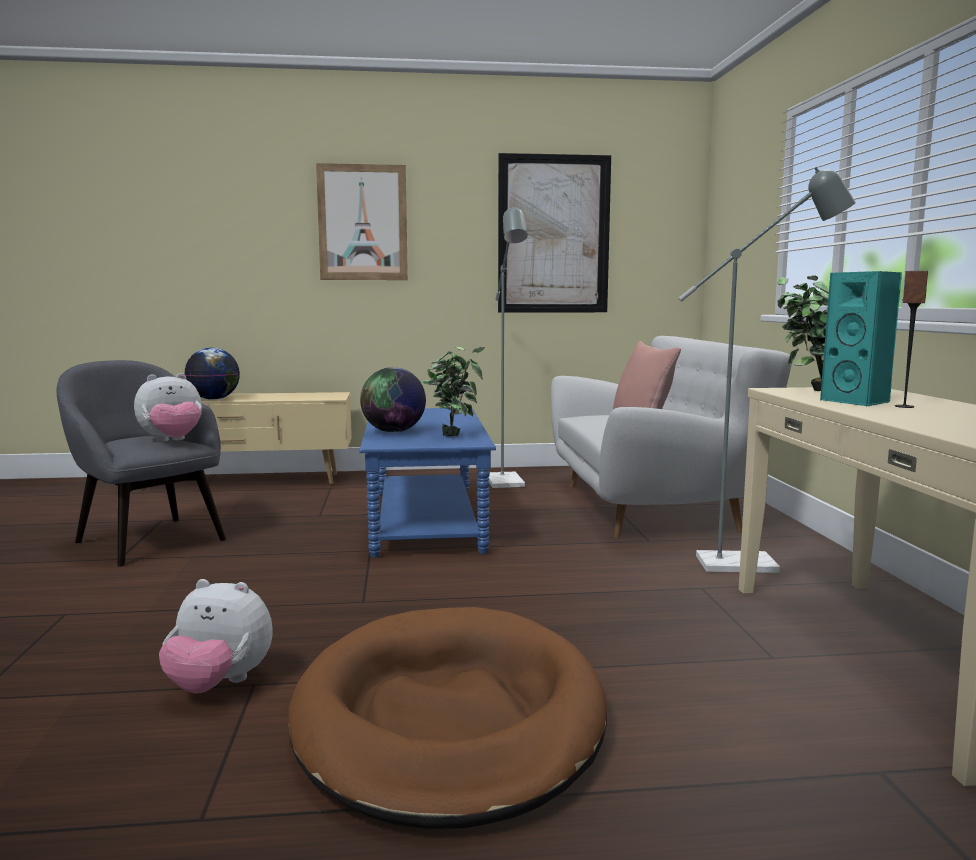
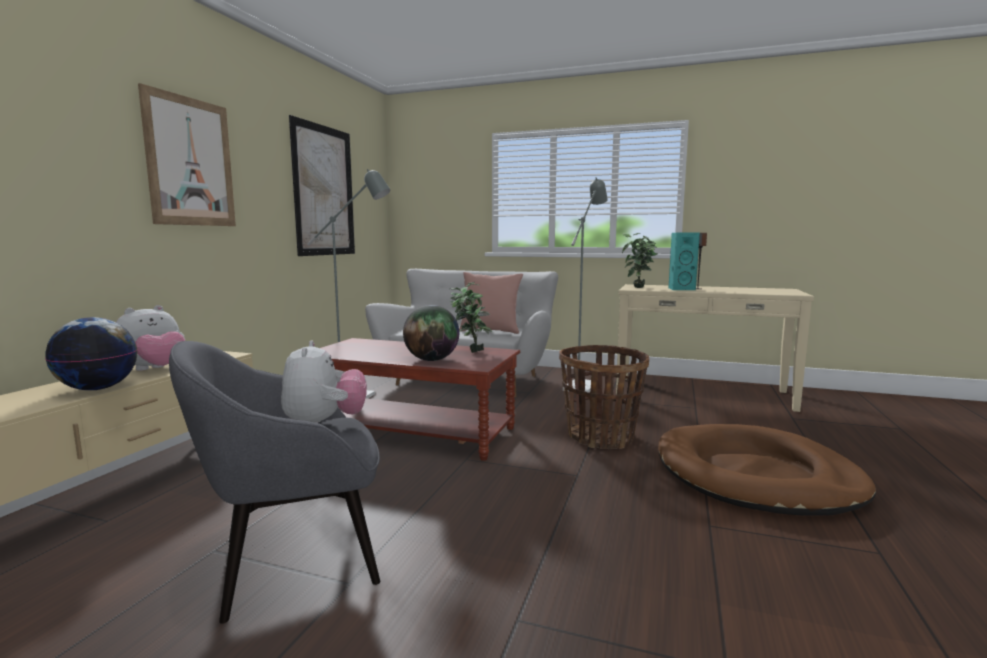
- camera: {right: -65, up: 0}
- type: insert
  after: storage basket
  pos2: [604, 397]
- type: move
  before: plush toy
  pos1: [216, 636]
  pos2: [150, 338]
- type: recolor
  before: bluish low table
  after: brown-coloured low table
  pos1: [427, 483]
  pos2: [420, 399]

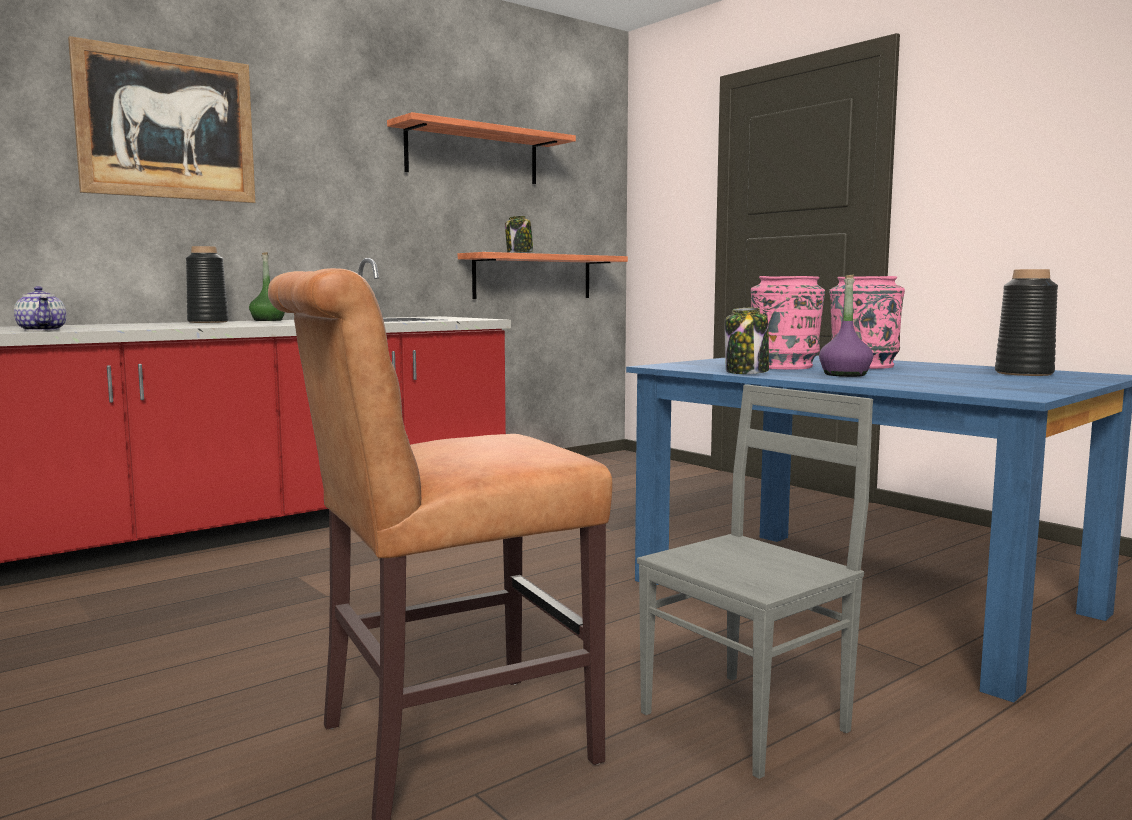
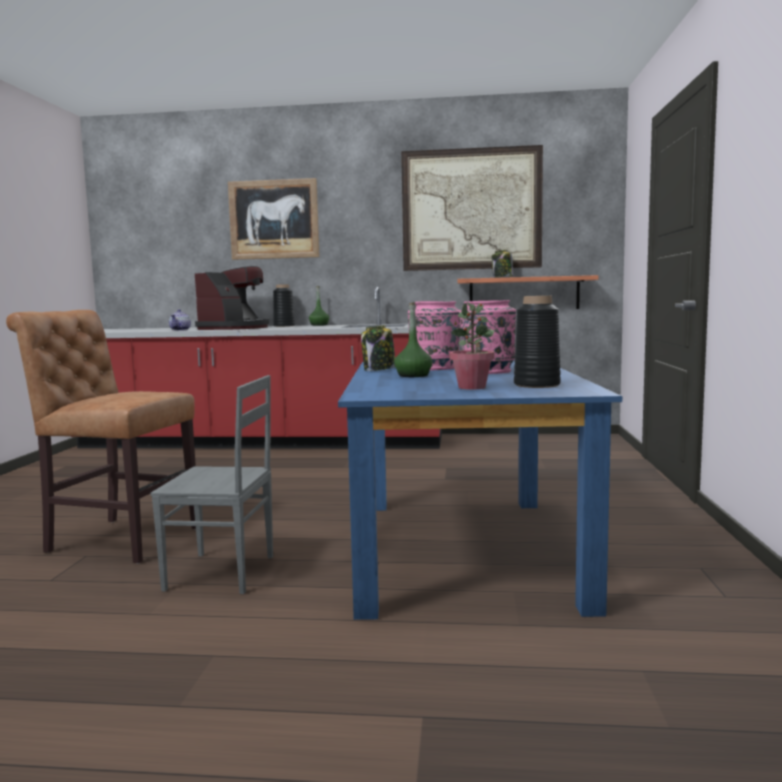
- camera: {right: 45, up: 0}
- type: insert
  after: coffee machine
  pos2: [232, 298]
- type: insert
  after: houseplant
  pos2: [472, 346]
- type: replace
  before: shelf
  after: wall art
  pos1: [481, 148]
  pos2: [472, 208]
- type: recolor
  before: purplish bottle
  after: green-coloured bottle
  pos1: [846, 326]
  pos2: [413, 339]

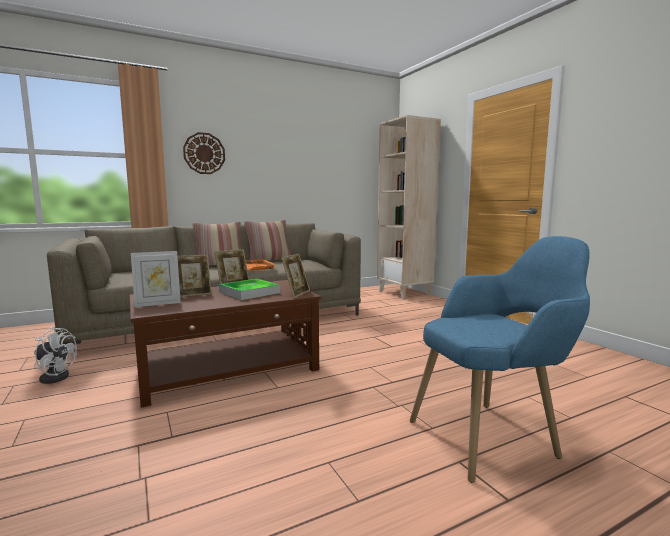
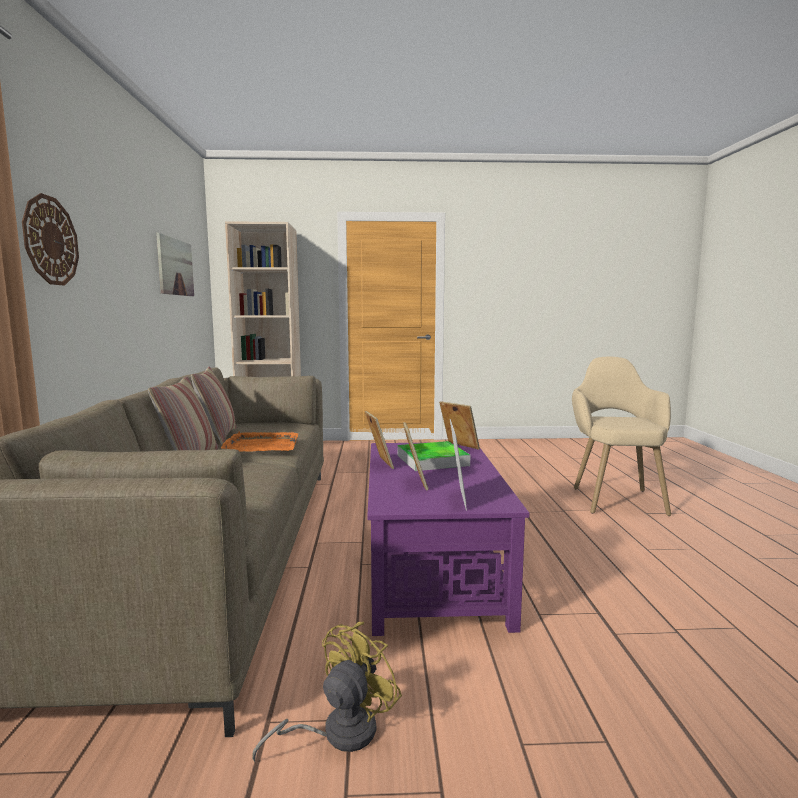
- camera: {right: -65, up: 0}
- type: insert
  after: wall art
  pos2: [175, 264]
- type: recolor
  before: white-coloured fan
  after: yellow fan
  pos1: [55, 355]
  pos2: [327, 692]
- type: recolor
  before: brown-coloured low table
  after: purplish low table
  pos1: [225, 344]
  pos2: [448, 539]
- type: recolor
  before: bluish easy chair
  after: beige easy chair
  pos1: [500, 359]
  pos2: [621, 436]

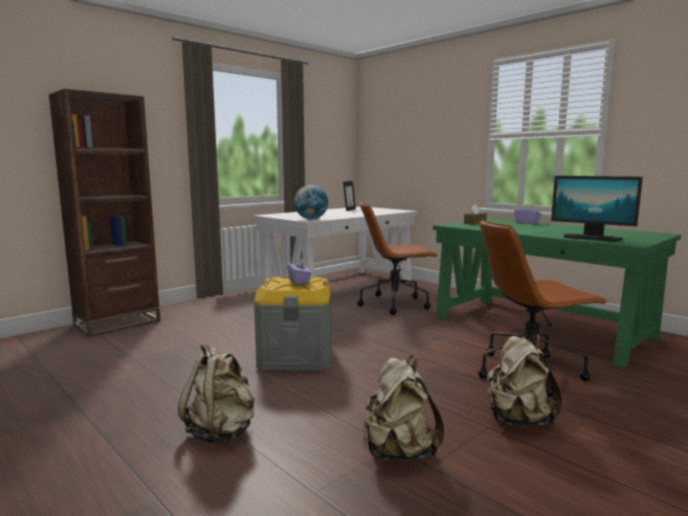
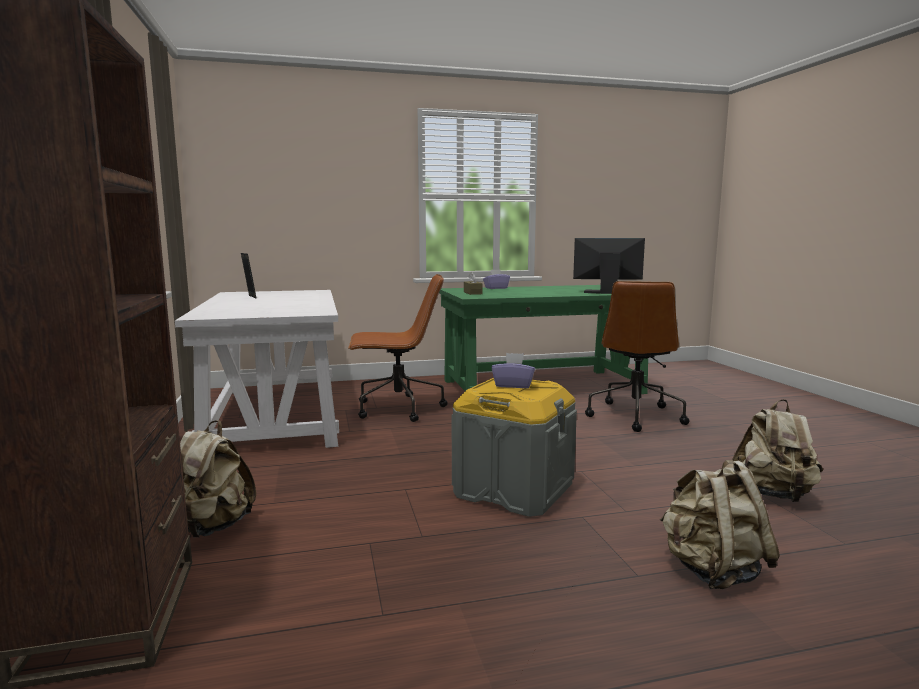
- camera: {right: -60, up: 0}
- type: delete
  before: desk globe
  pos1: [311, 202]
- type: move
  before: beige rucksack
  pos1: [524, 380]
  pos2: [218, 479]
- type: rotate
  before: brown-coloured desk chair
  pos1: [397, 258]
  pos2: [398, 348]
  turn: -120
- type: rotate
  before: computer display
  pos1: [597, 209]
  pos2: [609, 266]
  turn: -150

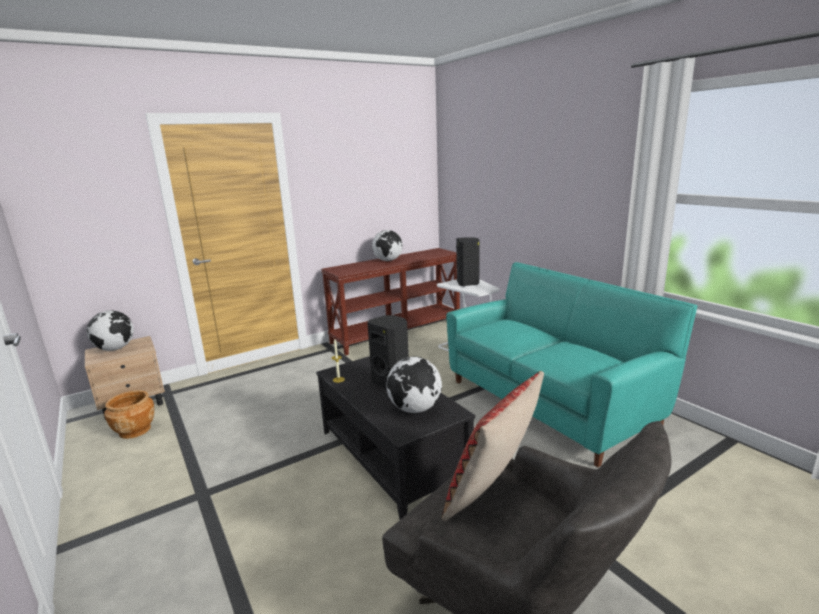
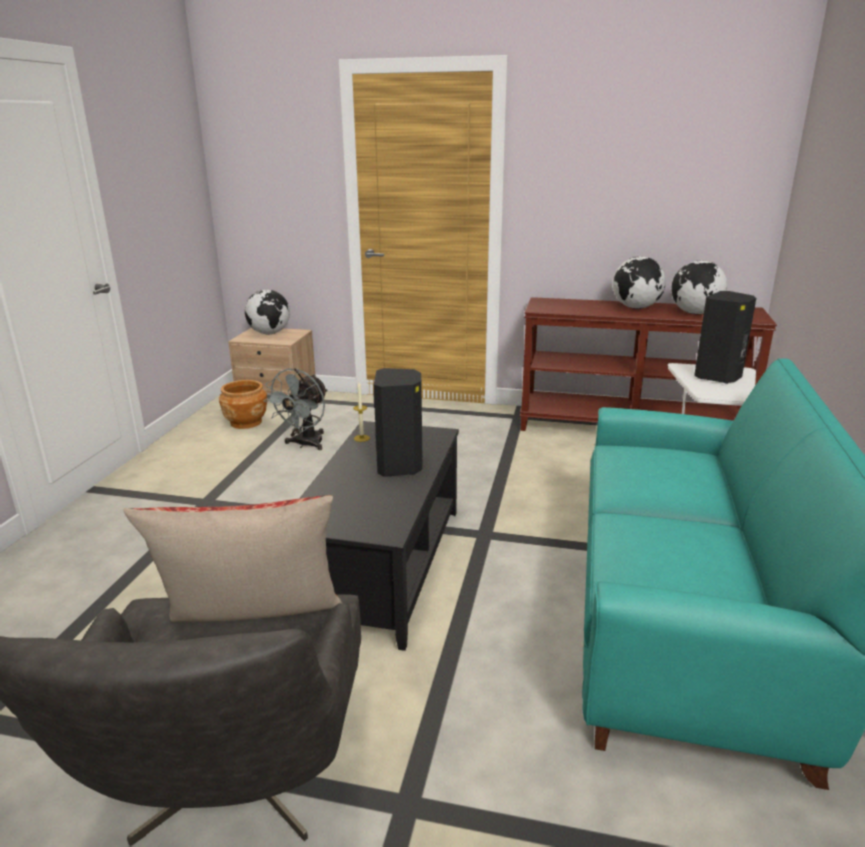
- camera: {right: 45, up: 5}
- type: insert
  after: grey fan
  pos2: [296, 409]
- type: move
  before: desk globe
  pos1: [414, 385]
  pos2: [699, 287]

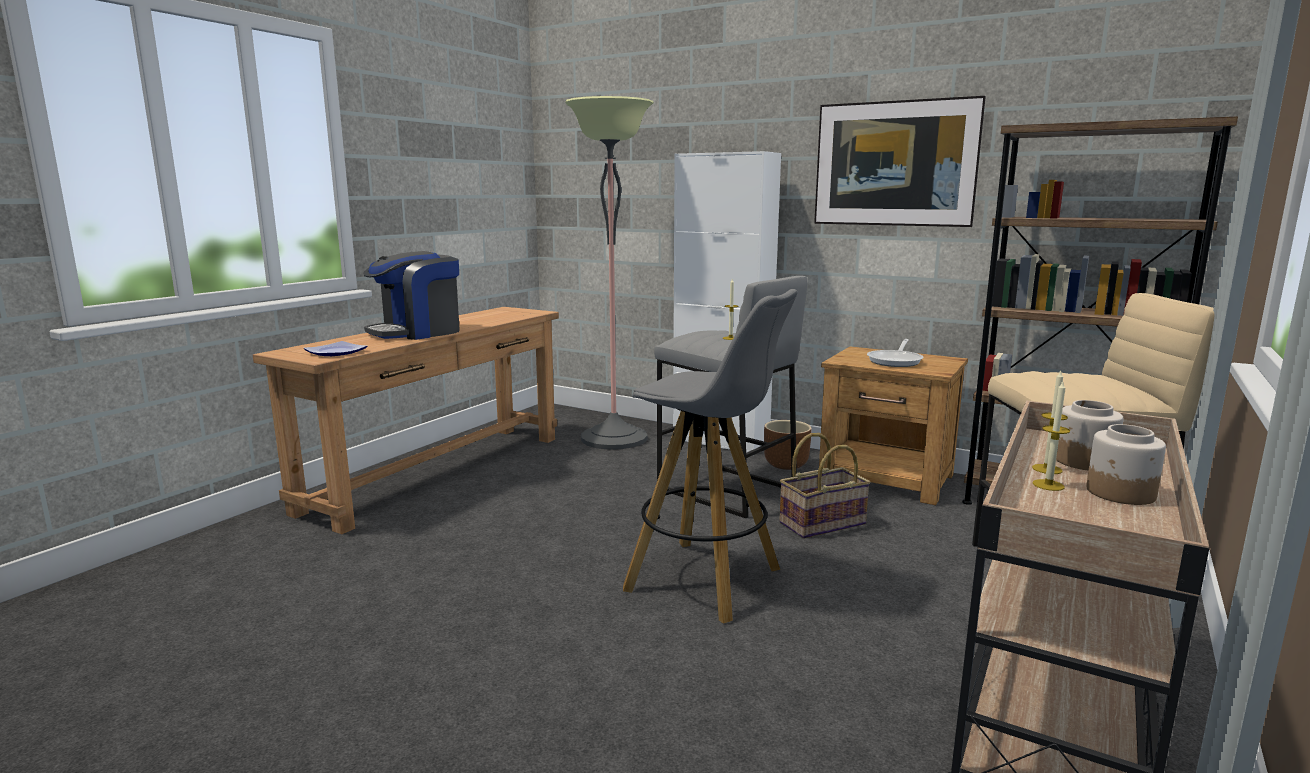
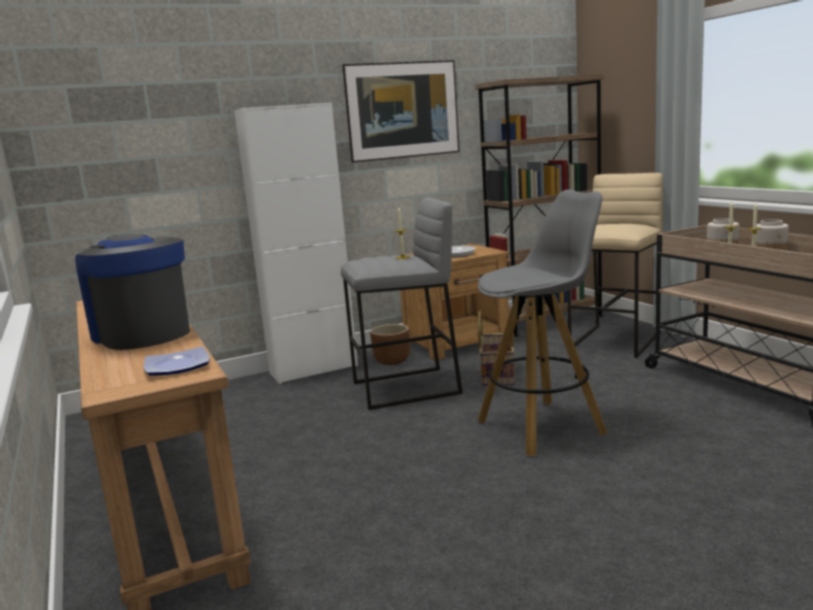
- camera: {right: -55, up: 0}
- type: delete
  before: standard lamp
  pos1: [610, 273]
- type: rotate
  before: coffee machine
  pos1: [411, 295]
  pos2: [132, 292]
  turn: 150

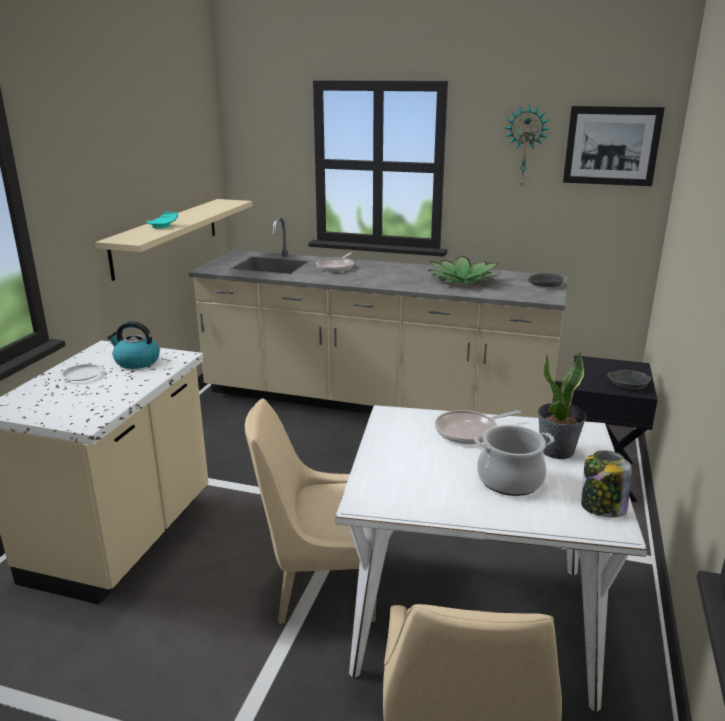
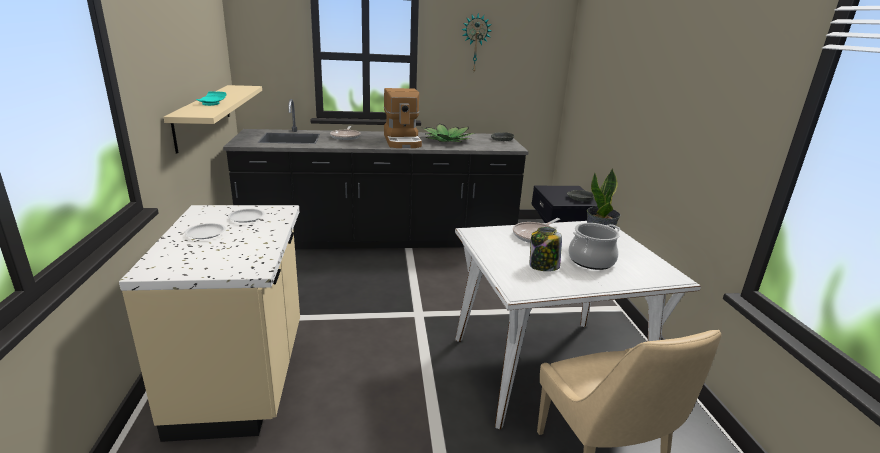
- camera: {right: -25, up: 0}
- type: delete
  before: beige upright chair
  pos1: [310, 511]
- type: delete
  before: wall art
  pos1: [614, 146]
- type: insert
  after: coffee machine
  pos2: [403, 118]
- type: move
  before: preserve jar
  pos1: [606, 484]
  pos2: [545, 249]
- type: replace
  before: kettle
  after: white-coloured plate
  pos1: [133, 345]
  pos2: [246, 216]
- type: recolor
  before: beige kitchen base unit
  after: blackish kitchen base unit
  pos1: [378, 317]
  pos2: [376, 174]

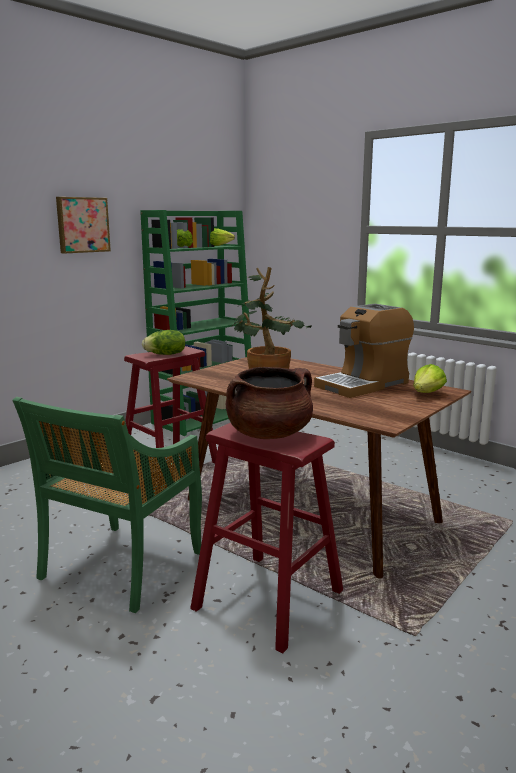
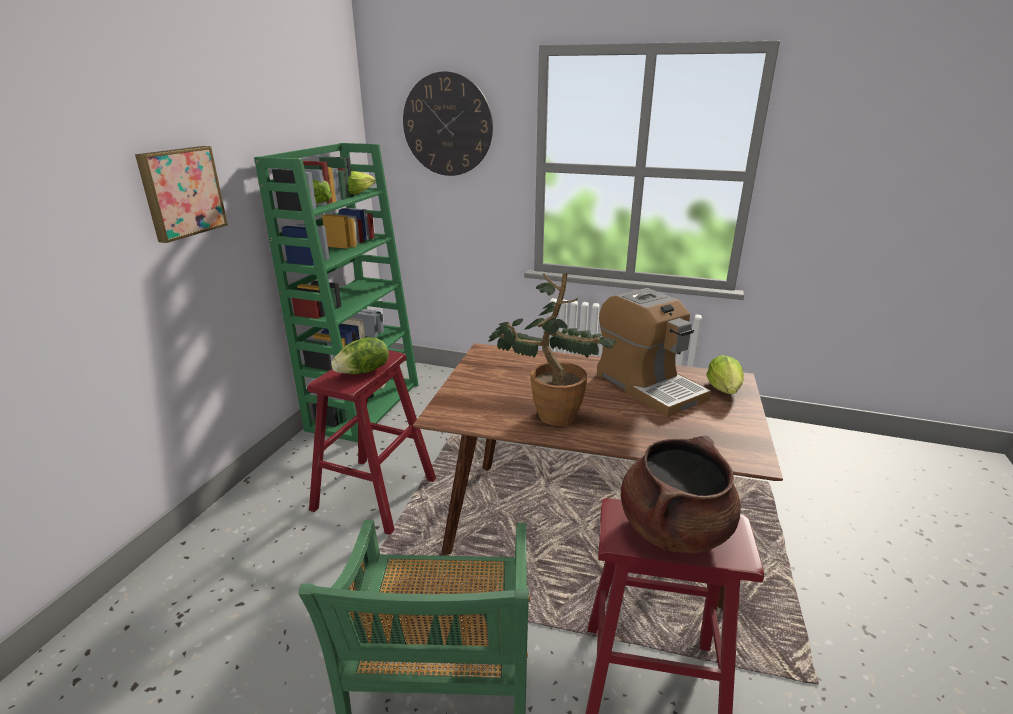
- camera: {right: -25, up: 10}
- type: insert
  after: hanging clock
  pos2: [448, 124]
- type: rotate
  before: coffee machine
  pos1: [364, 351]
  pos2: [654, 352]
  turn: -60

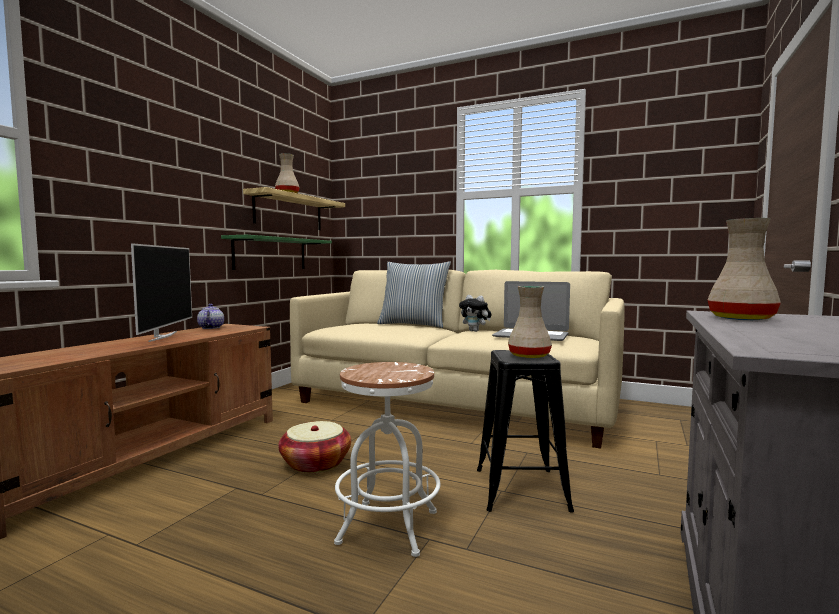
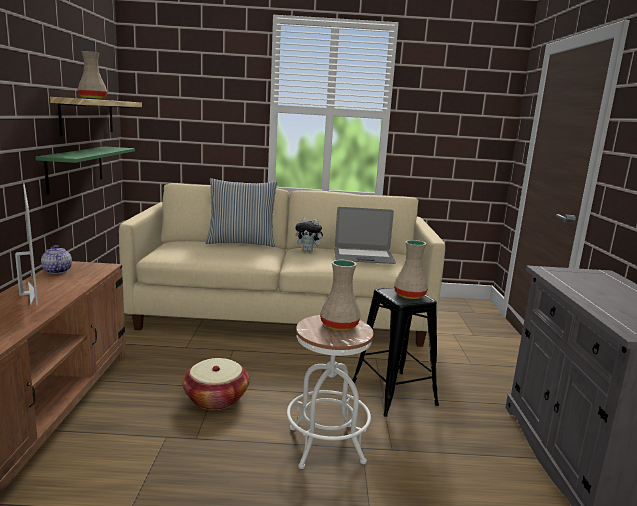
- camera: {right: -25, up: 10}
- type: move
  before: beige decorative vase
  pos1: [744, 269]
  pos2: [340, 295]

